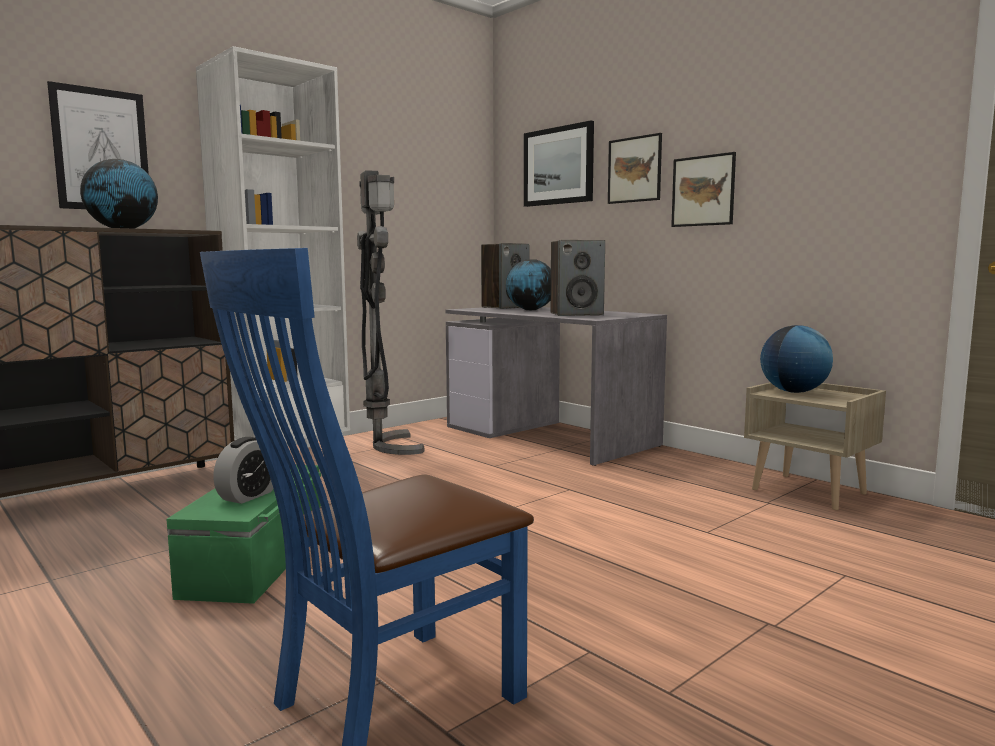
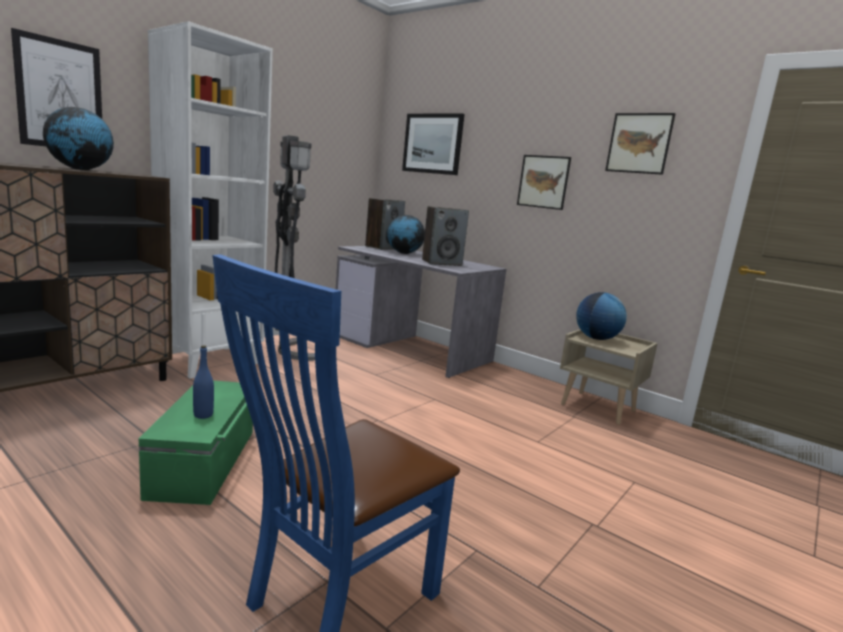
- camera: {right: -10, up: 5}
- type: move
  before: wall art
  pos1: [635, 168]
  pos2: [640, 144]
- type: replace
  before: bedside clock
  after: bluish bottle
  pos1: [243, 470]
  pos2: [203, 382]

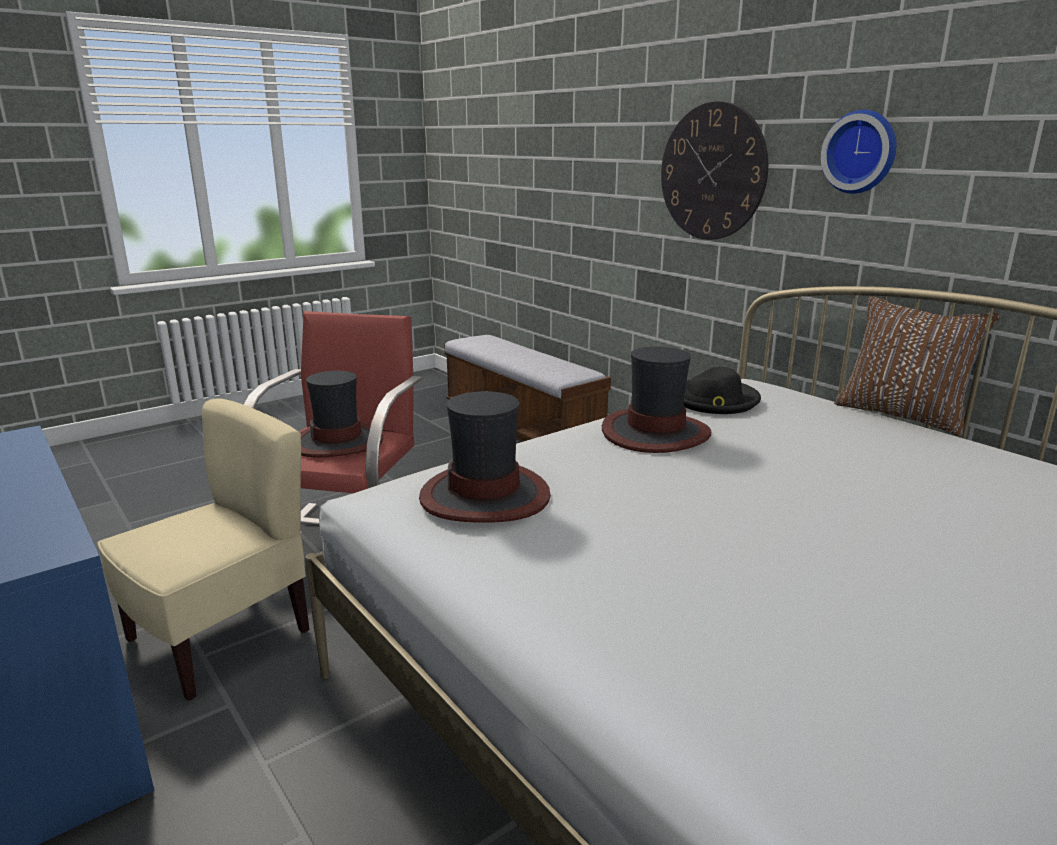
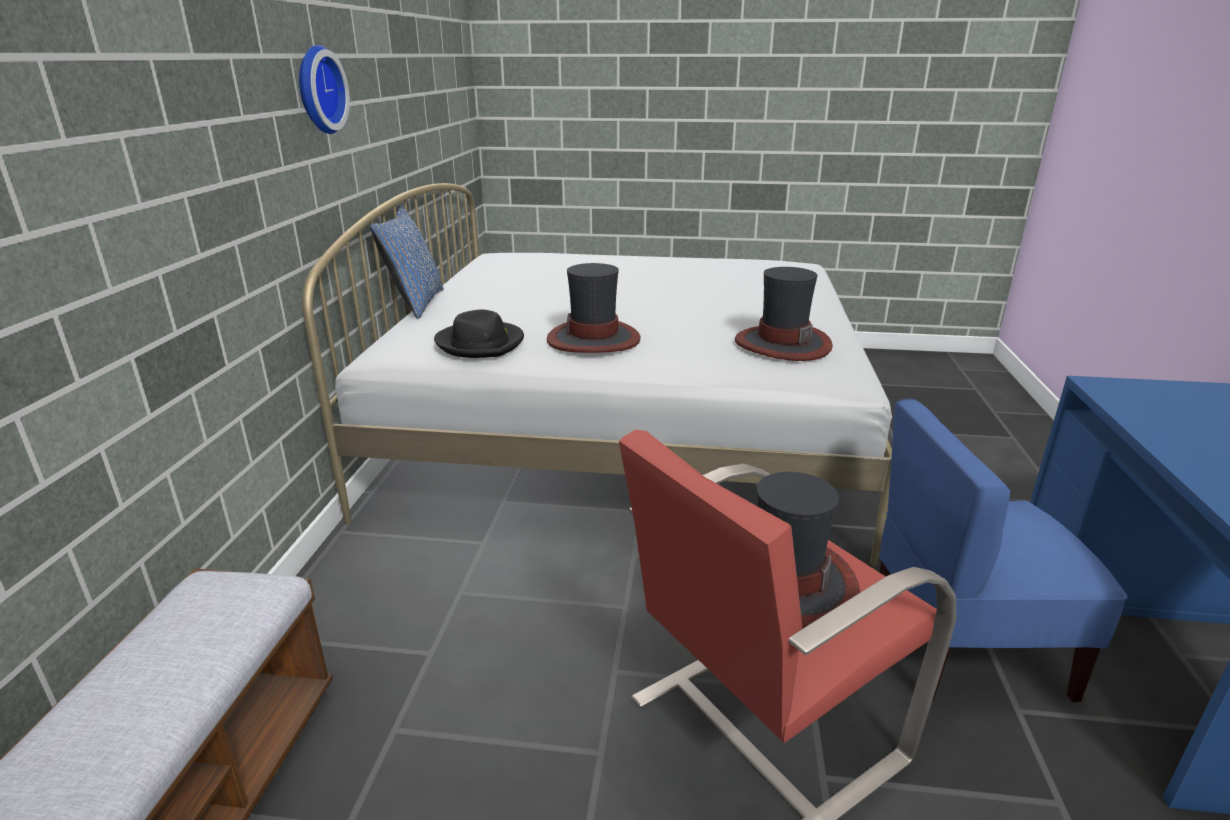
- camera: {right: -135, up: 5}
- type: delete
  before: hanging clock
  pos1: [714, 170]
- type: recolor
  before: beige upright chair
  after: bluish upright chair
  pos1: [203, 549]
  pos2: [1003, 550]
- type: recolor
  before: brown-coloured cushion
  after: bluish cushion
  pos1: [917, 366]
  pos2: [407, 261]

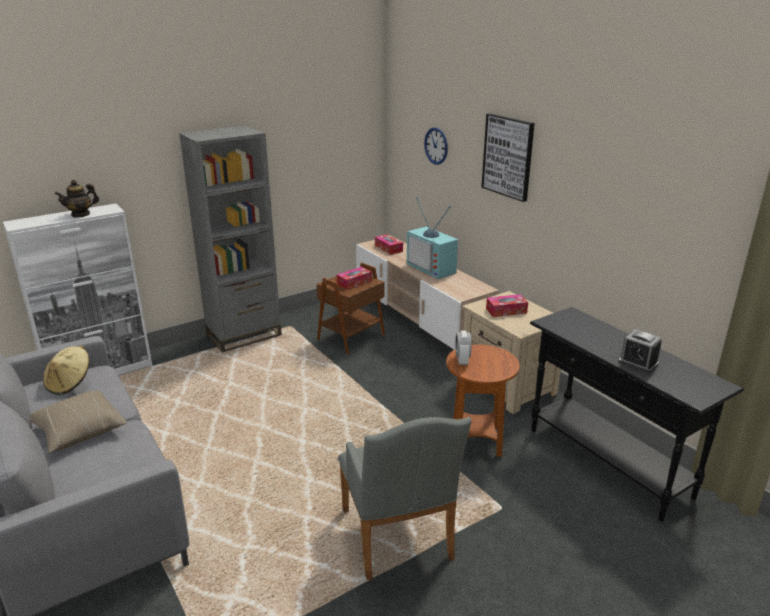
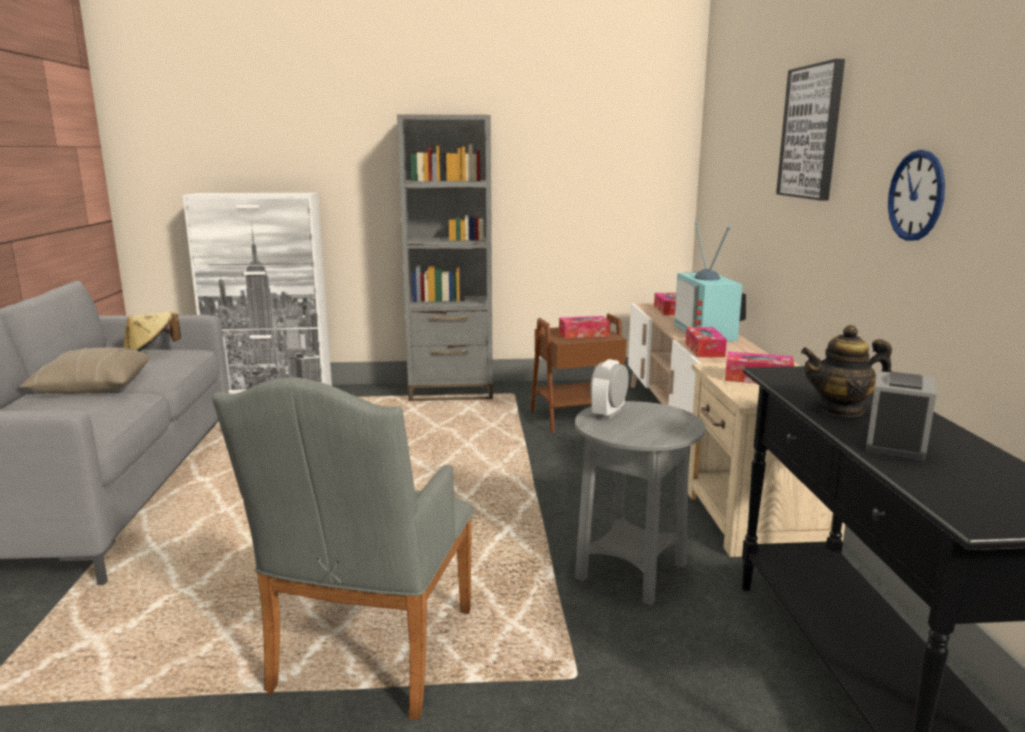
- camera: {right: 30, up: -10}
- type: insert
  after: box of tissues
  pos2: [706, 342]
- type: move
  before: tea pot
  pos1: [77, 199]
  pos2: [846, 371]
- type: move
  before: hanging clock
  pos1: [436, 146]
  pos2: [916, 195]
- type: recolor
  before: brown-coloured accent table
  after: grey accent table
  pos1: [483, 401]
  pos2: [640, 503]
- type: rotate
  before: bedside clock
  pos1: [640, 351]
  pos2: [901, 416]
  turn: -135

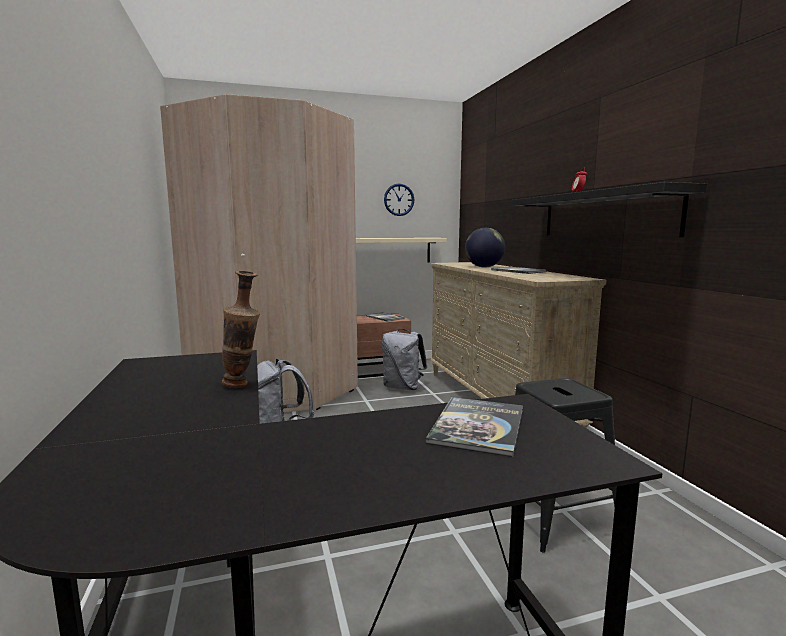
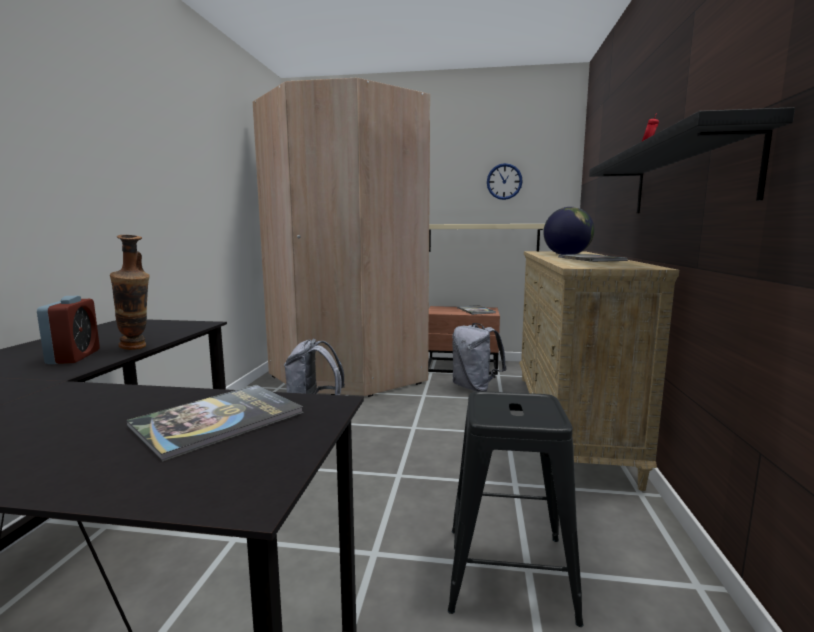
- camera: {right: 25, up: 0}
- type: insert
  after: bedside clock
  pos2: [68, 330]

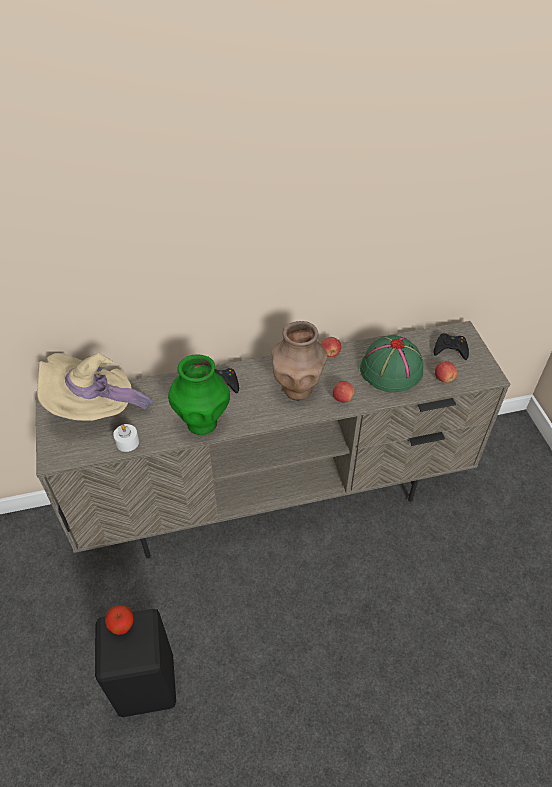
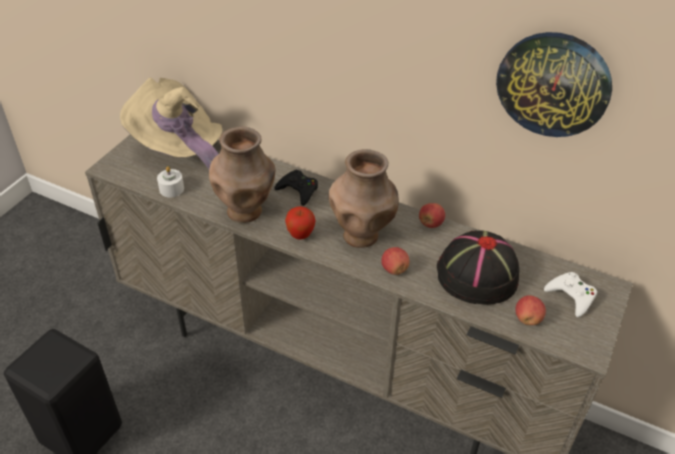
- camera: {right: 40, up: -5}
- type: insert
  after: hanging clock
  pos2: [554, 84]
- type: move
  before: whole apple
  pos1: [119, 620]
  pos2: [300, 223]
- type: recolor
  before: green-coloured decorative vase
  after: brown-coloured decorative vase
  pos1: [199, 394]
  pos2: [242, 174]
- type: recolor
  before: green-coloured hat
  after: blackish hat
  pos1: [391, 364]
  pos2: [478, 267]
- type: recolor
  before: blackish joypad
  after: white-coloured joypad
  pos1: [451, 346]
  pos2: [570, 294]

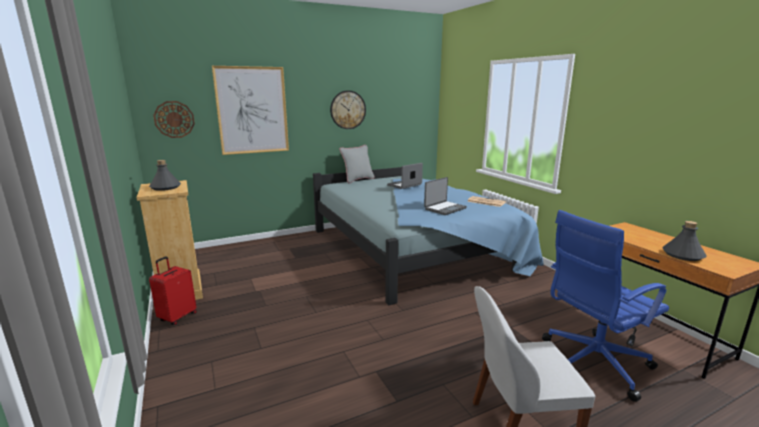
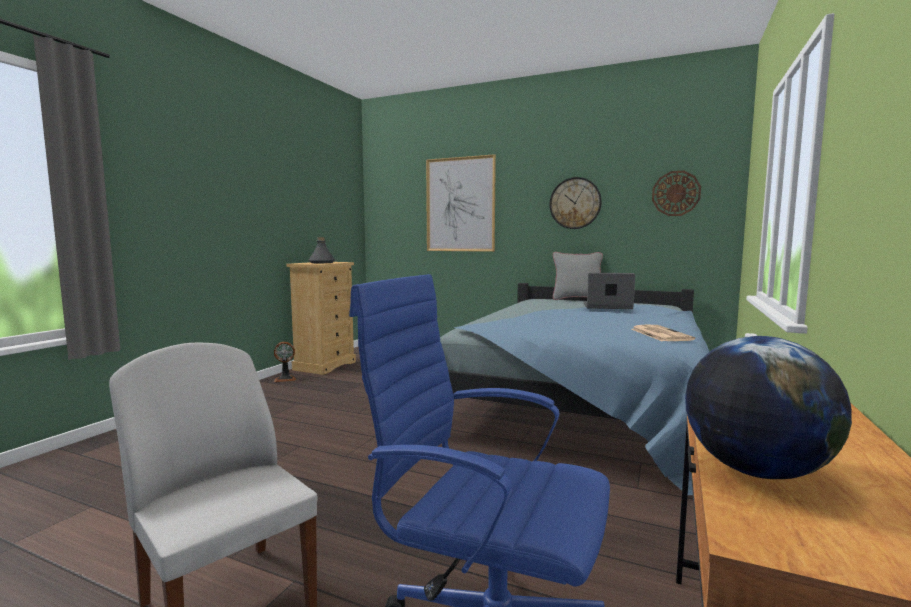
- camera: {right: 50, up: -10}
- type: delete
  before: laptop
  pos1: [445, 196]
- type: move
  before: hanging clock
  pos1: [174, 119]
  pos2: [676, 193]
- type: replace
  before: red-coloured suitcase
  after: fan
  pos1: [173, 290]
  pos2: [285, 362]
- type: replace
  before: grey bottle
  after: desk globe
  pos1: [684, 241]
  pos2: [768, 407]

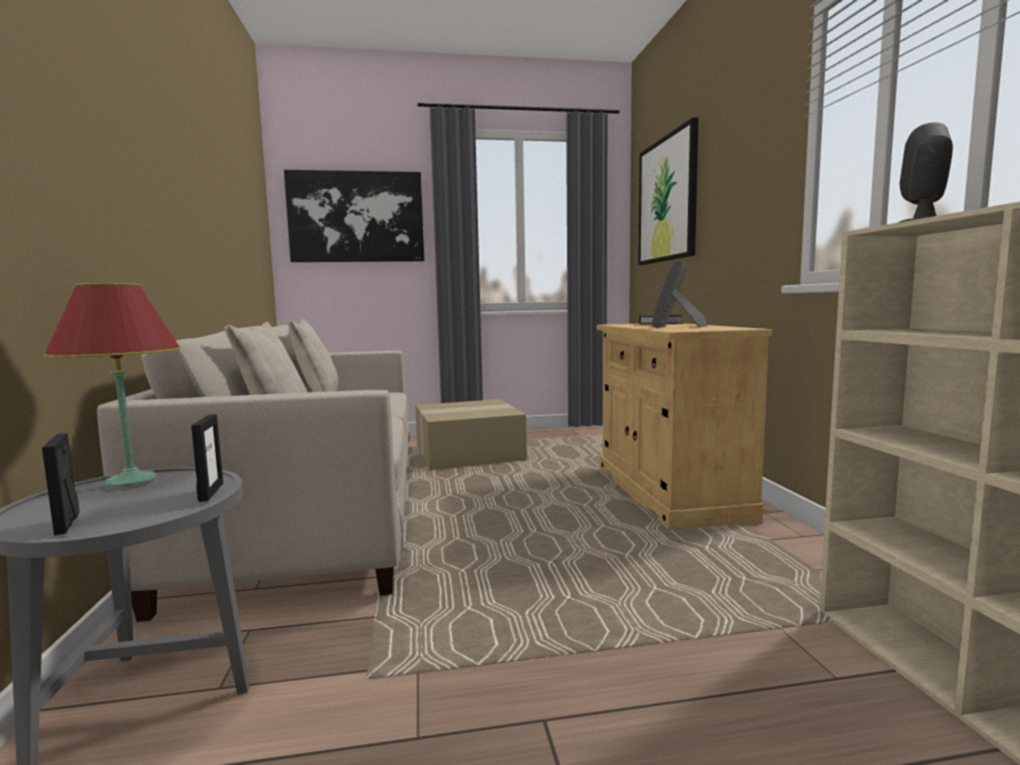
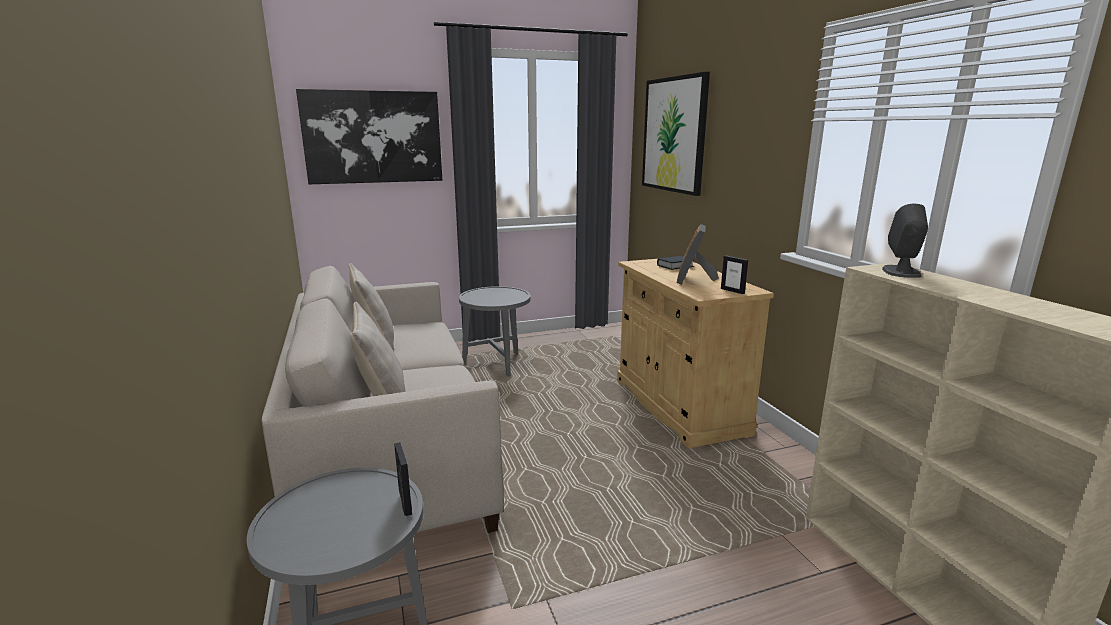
- camera: {right: -10, up: 10}
- type: delete
  before: red-coloured lamp for a table
  pos1: [112, 384]
- type: move
  before: picture frame
  pos1: [61, 484]
  pos2: [734, 275]
- type: replace
  before: carton
  after: grey accent table
  pos1: [471, 434]
  pos2: [495, 331]

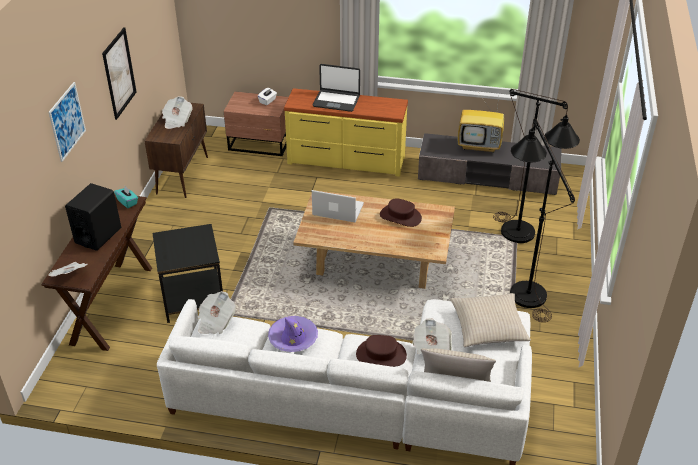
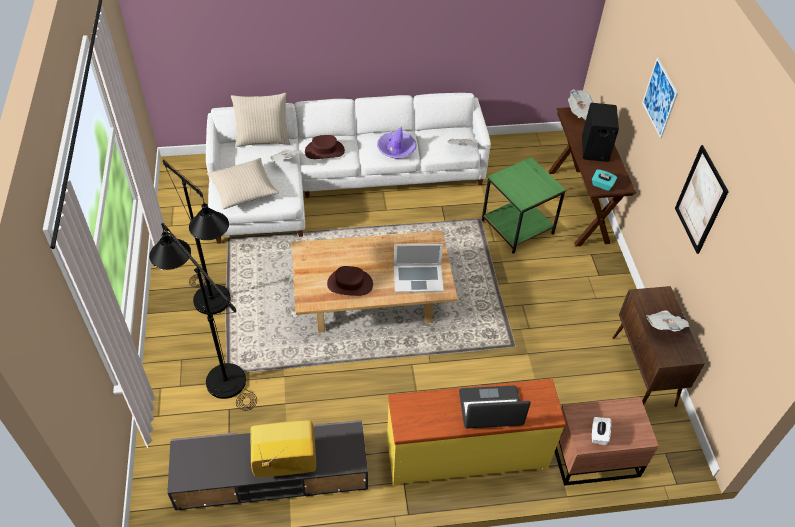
- camera: {right: 160, up: 10}
- type: recolor
  before: blackish accent table
  after: green-coloured accent table
  pos1: [187, 273]
  pos2: [524, 205]

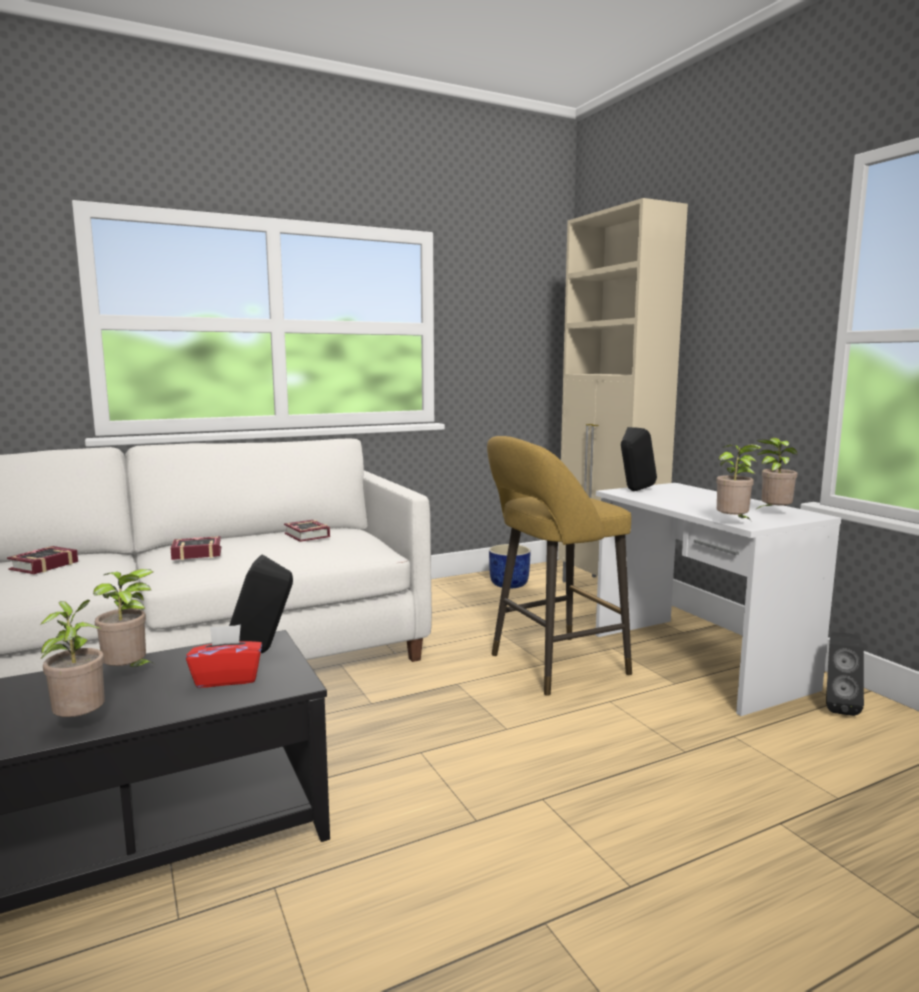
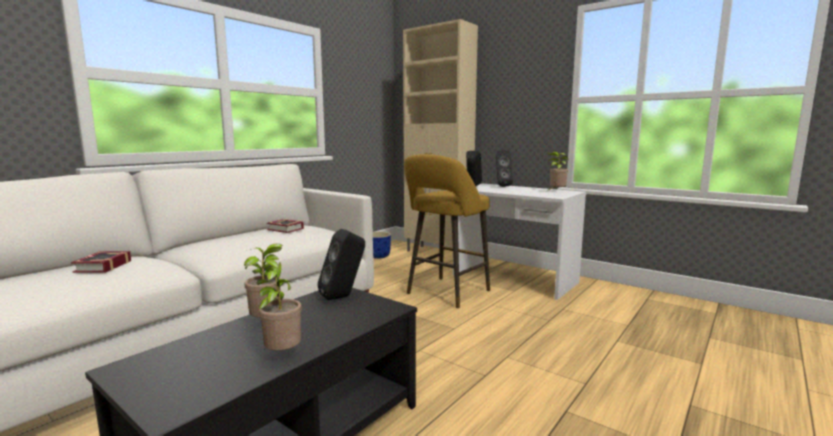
- camera: {right: -25, up: 0}
- type: delete
  before: bound book
  pos1: [196, 548]
- type: delete
  before: red-coloured box of tissues
  pos1: [224, 656]
- type: delete
  before: houseplant
  pos1: [738, 483]
- type: move
  before: blackish loudspeaker
  pos1: [845, 674]
  pos2: [504, 168]

